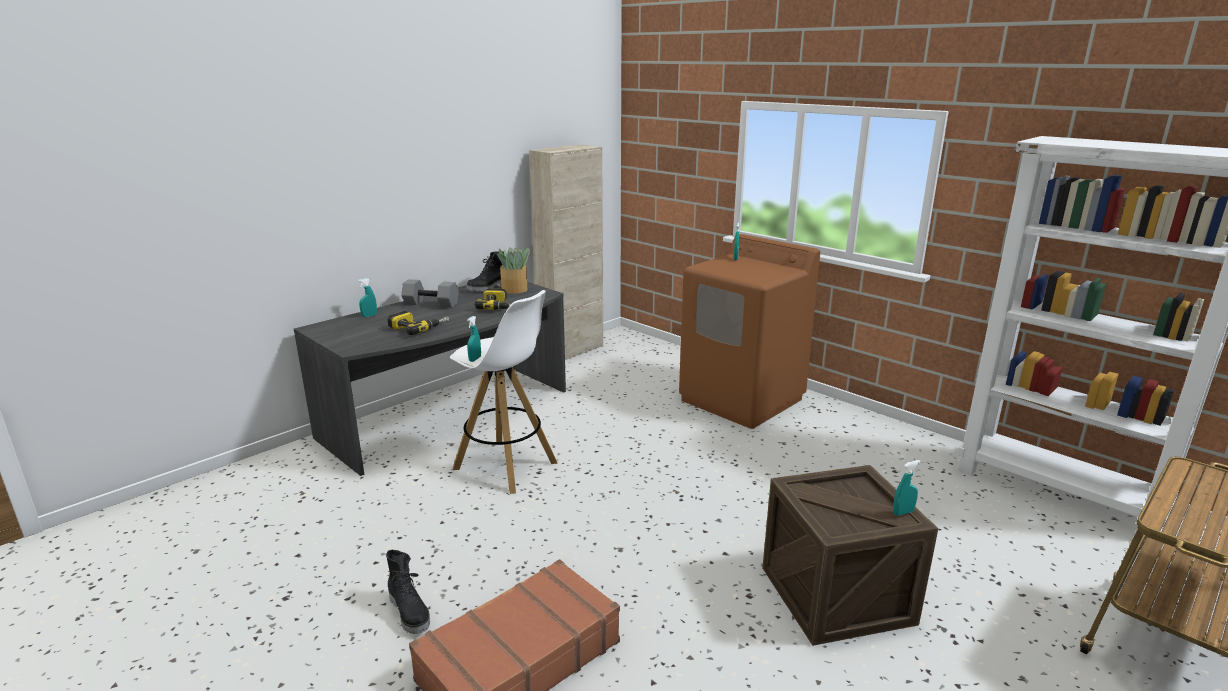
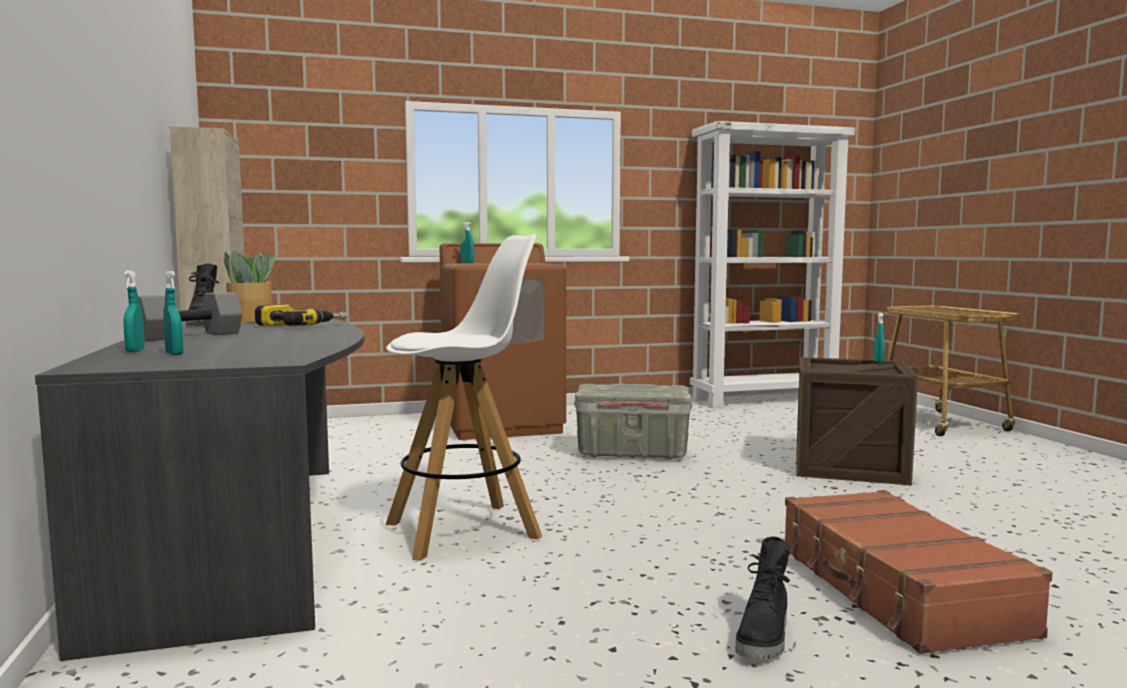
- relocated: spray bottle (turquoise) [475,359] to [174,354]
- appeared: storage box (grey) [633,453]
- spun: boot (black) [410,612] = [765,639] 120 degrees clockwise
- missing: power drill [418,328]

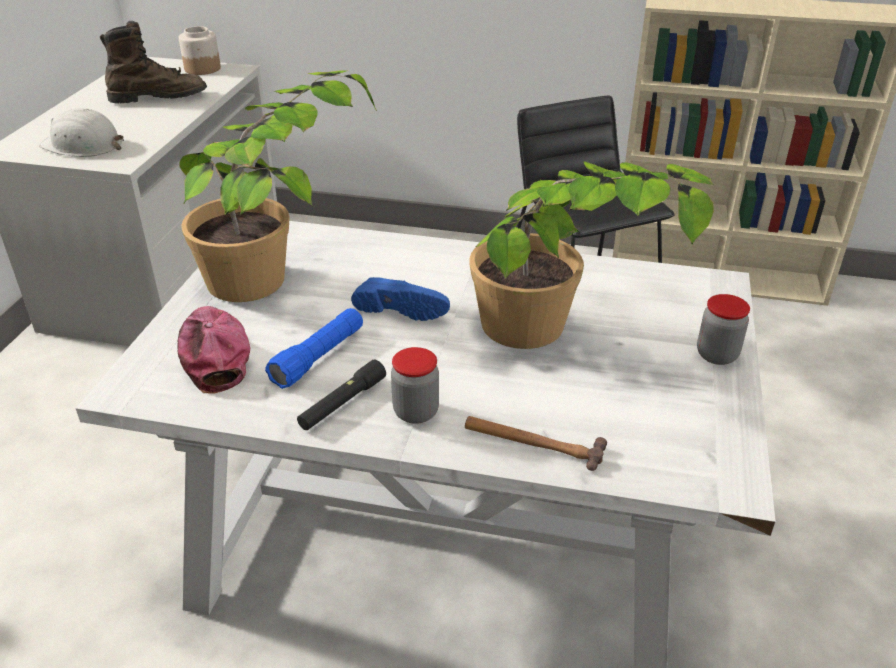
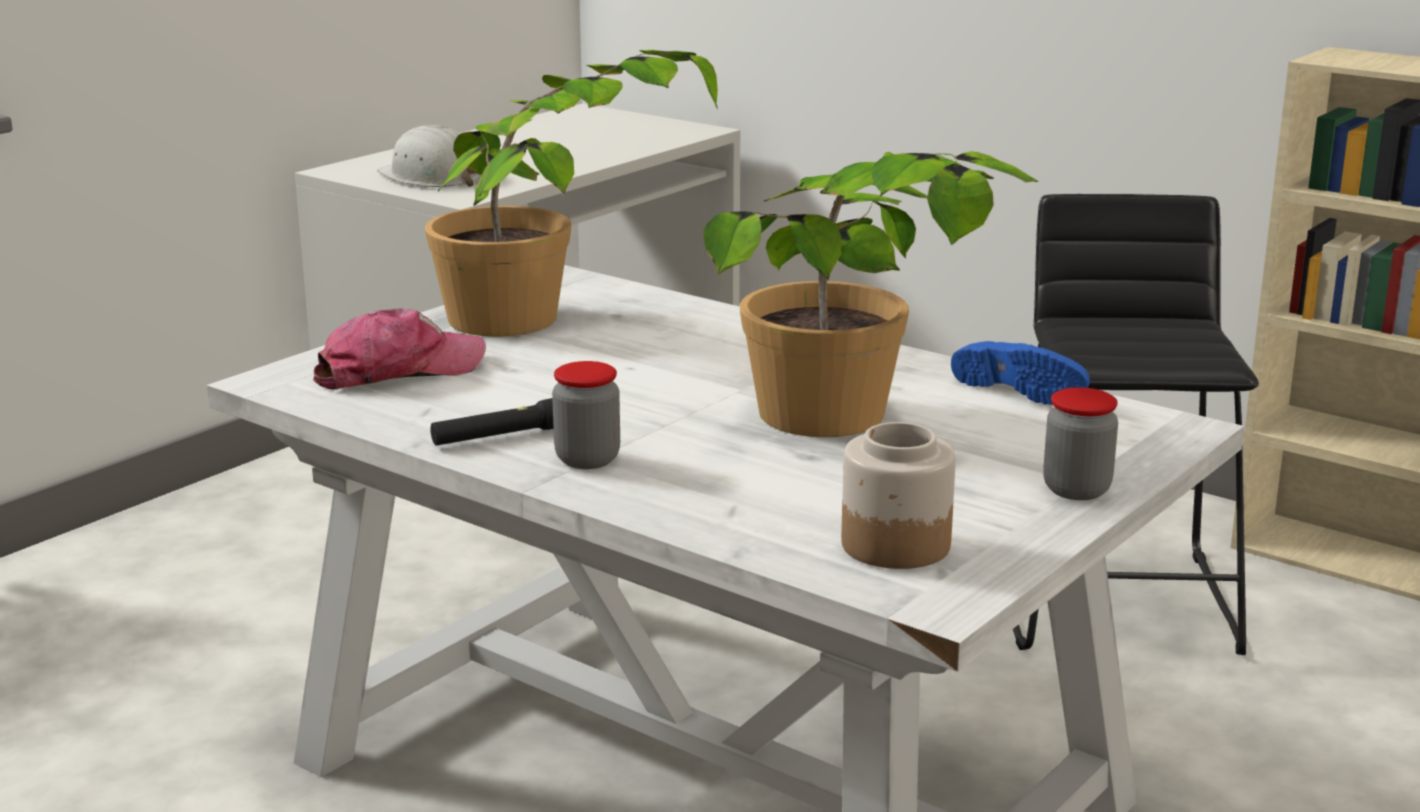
- spun: cap [213,354] = [398,371] 60 degrees clockwise
- relocated: jar [202,69] to [894,545]
- relocated: shoe (blue) [402,309] to [1023,391]
- missing: boot (brown) [158,97]
- missing: flashlight (blue) [318,358]
- missing: hammer [533,442]

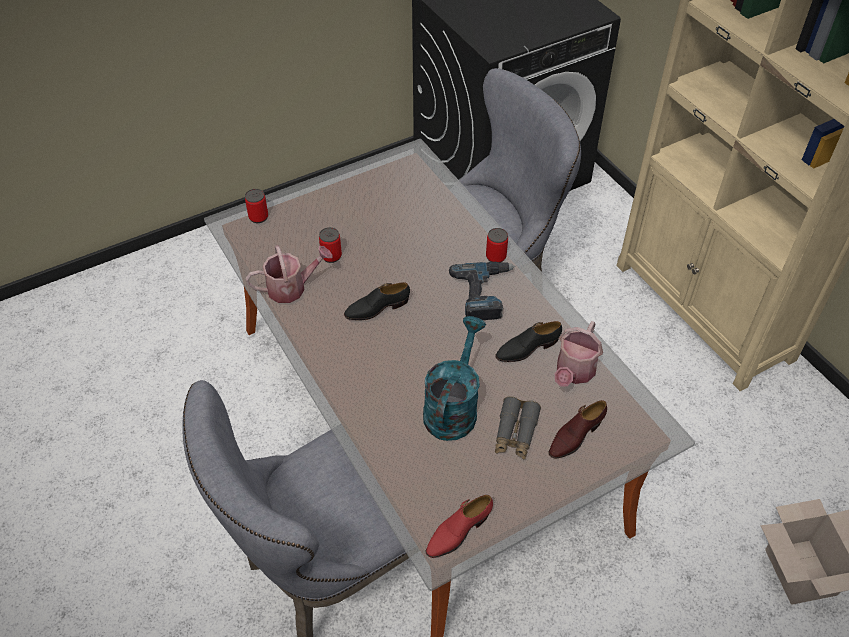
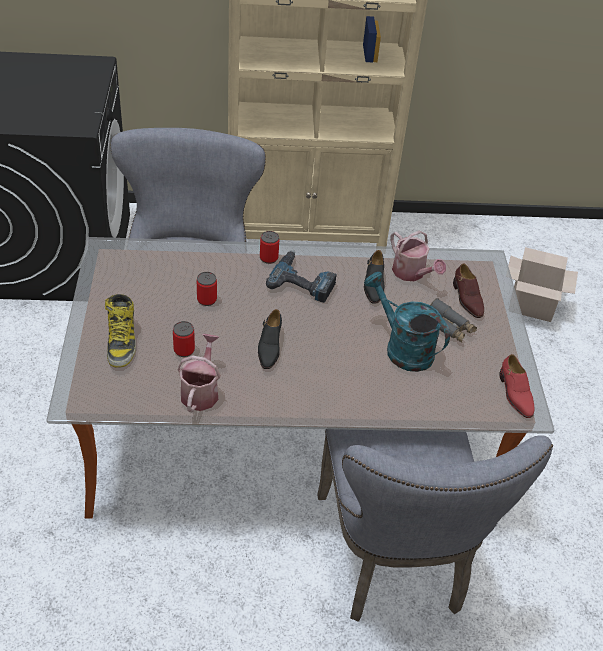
- appeared: boot [121,341]
- relocated: can [258,217] to [207,300]

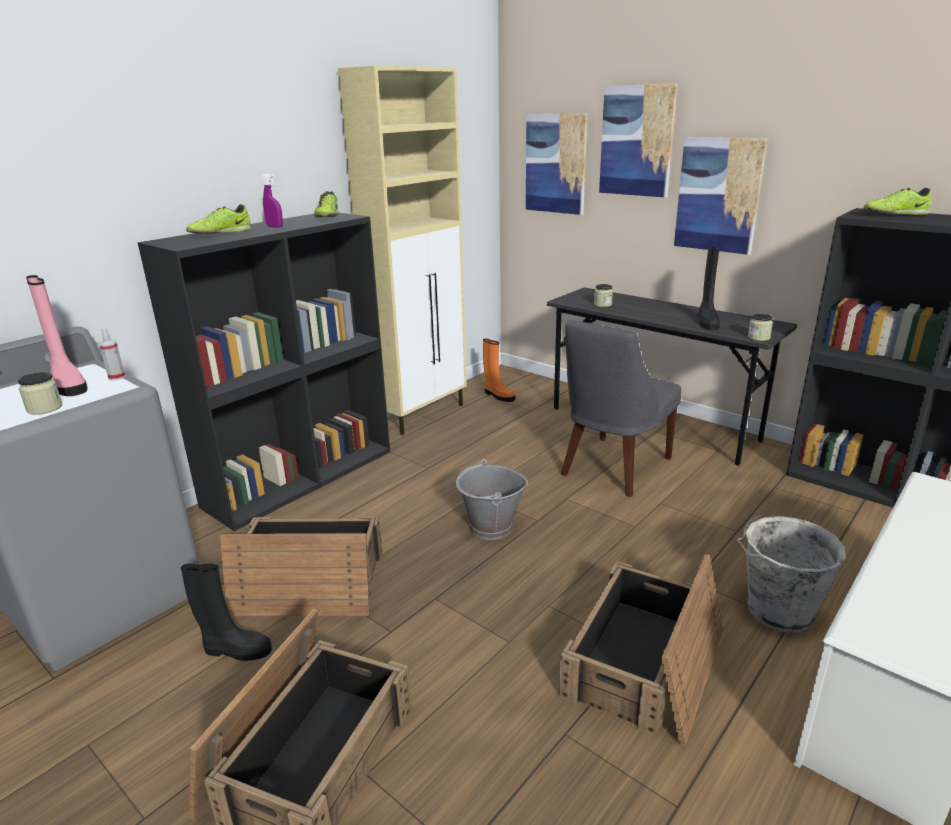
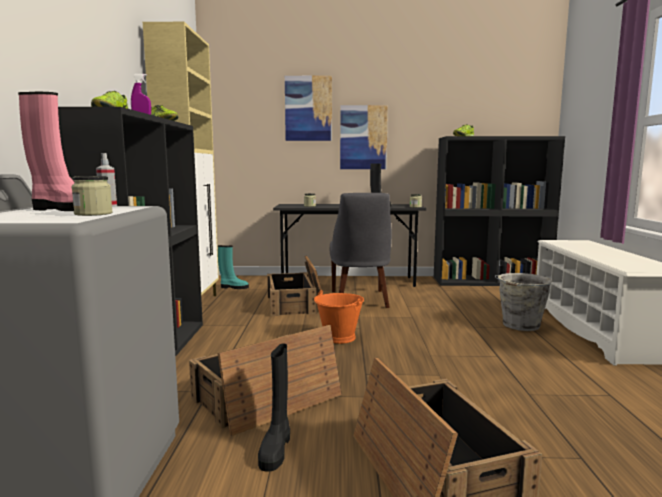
- colour: boot (orange) [498,396] to boot (turquoise) [233,287]
- spun: boot (black) [235,650] = [276,449] 135 degrees clockwise
- relocated: crate [646,665] to [297,303]
- colour: bucket (grey) [490,527] to bucket (orange) [339,337]
- missing: picture [555,163]

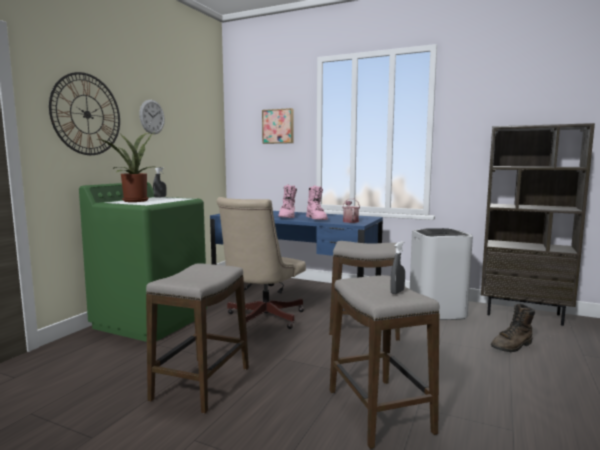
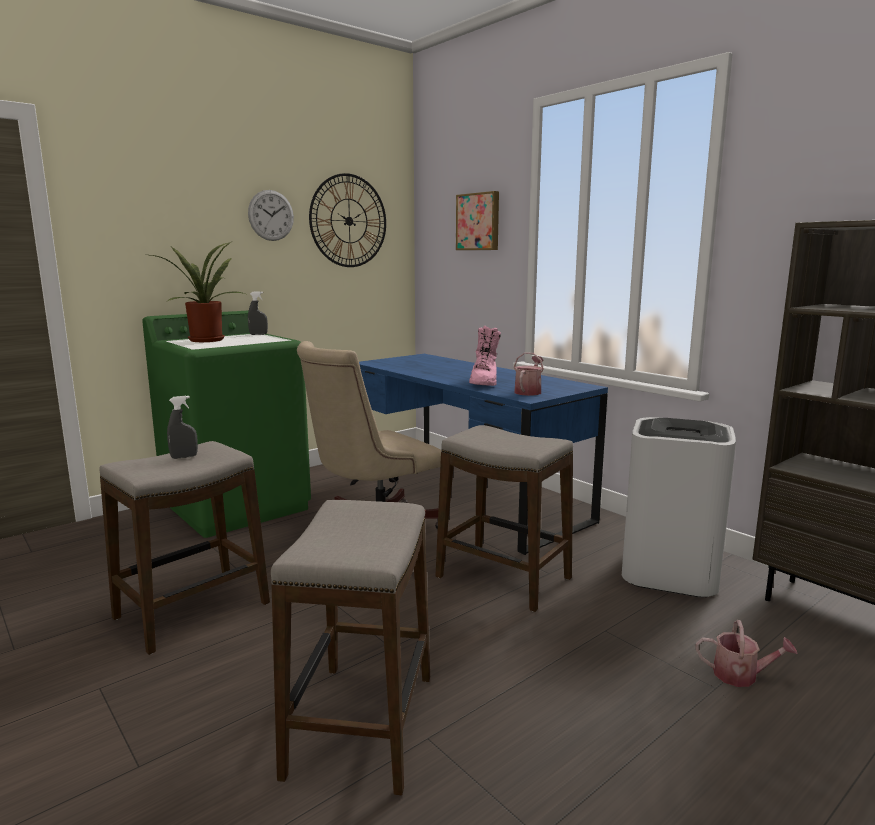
- relocated: spray bottle (grey) [397,292] to [184,457]
- relocated: wall clock [87,114] to [349,221]
- exchanged: boot (brown) [512,346] to watering can [741,675]
- missing: boot (pink) [287,217]

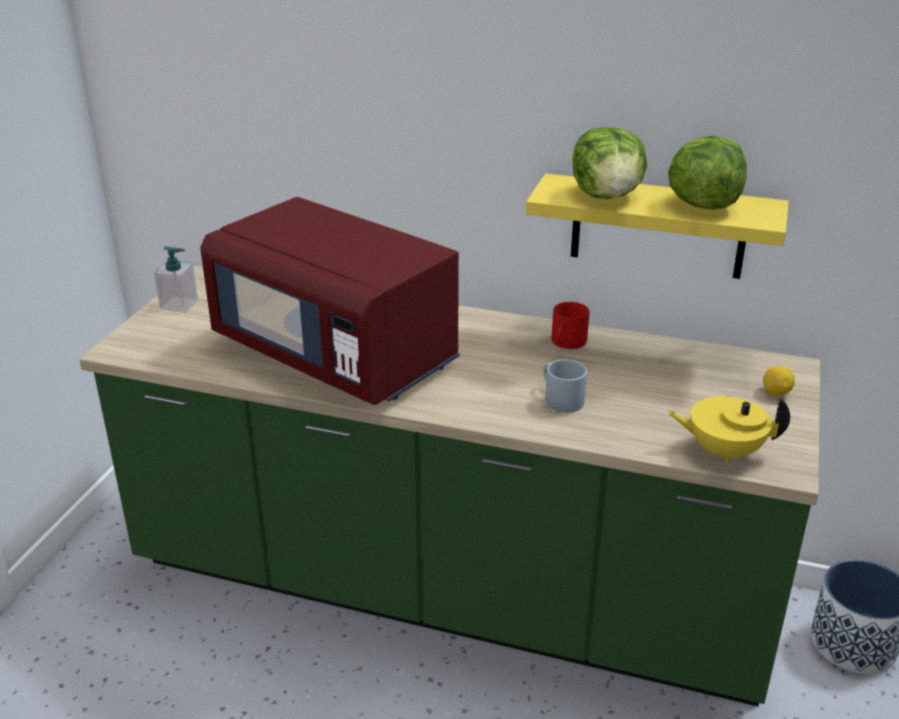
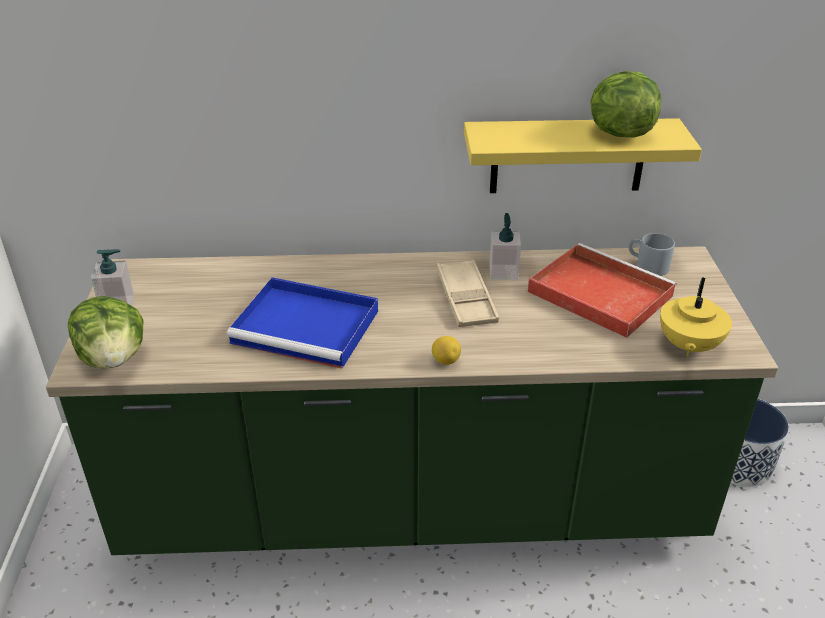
- relocated: lettuce [607,196] to [114,358]
- exchanged: microwave (red) [337,355] to tray (blue) [308,327]
- relocated: lemon [776,393] to [445,361]
- appeared: tray (beige) [466,299]
- exchanged: mug (red) [567,343] to soap dispenser [503,272]
- appeared: tray (red) [597,293]
- relocated: mug (grey) [559,398] to [647,266]
- spun: teapot (yellow) [723,451] = [688,346] 60 degrees counterclockwise

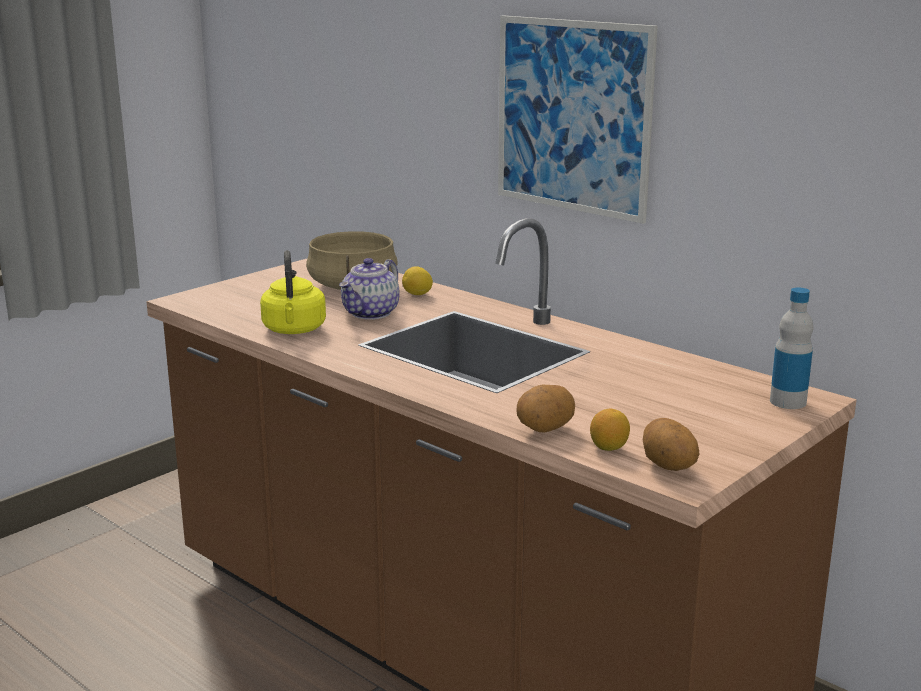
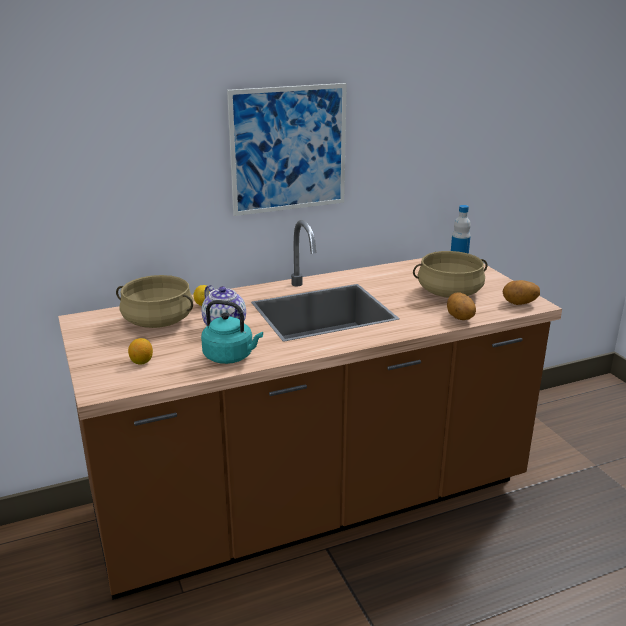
- relocated: lemon [608,448] to [141,362]
- colour: kettle (yellow) [294,330] to kettle (turquoise) [231,357]
- appeared: cooking pot (beige) [449,292]

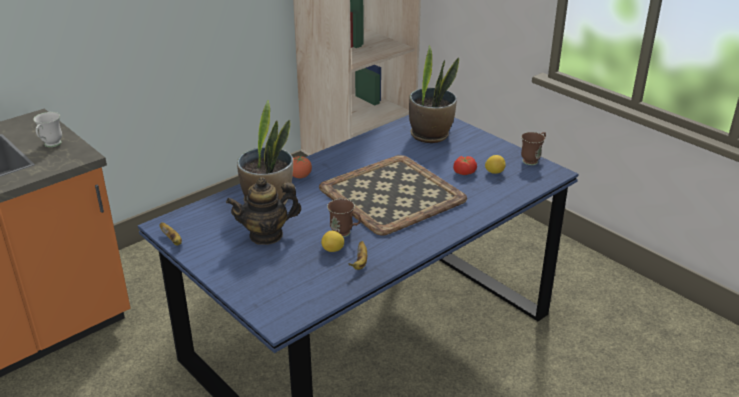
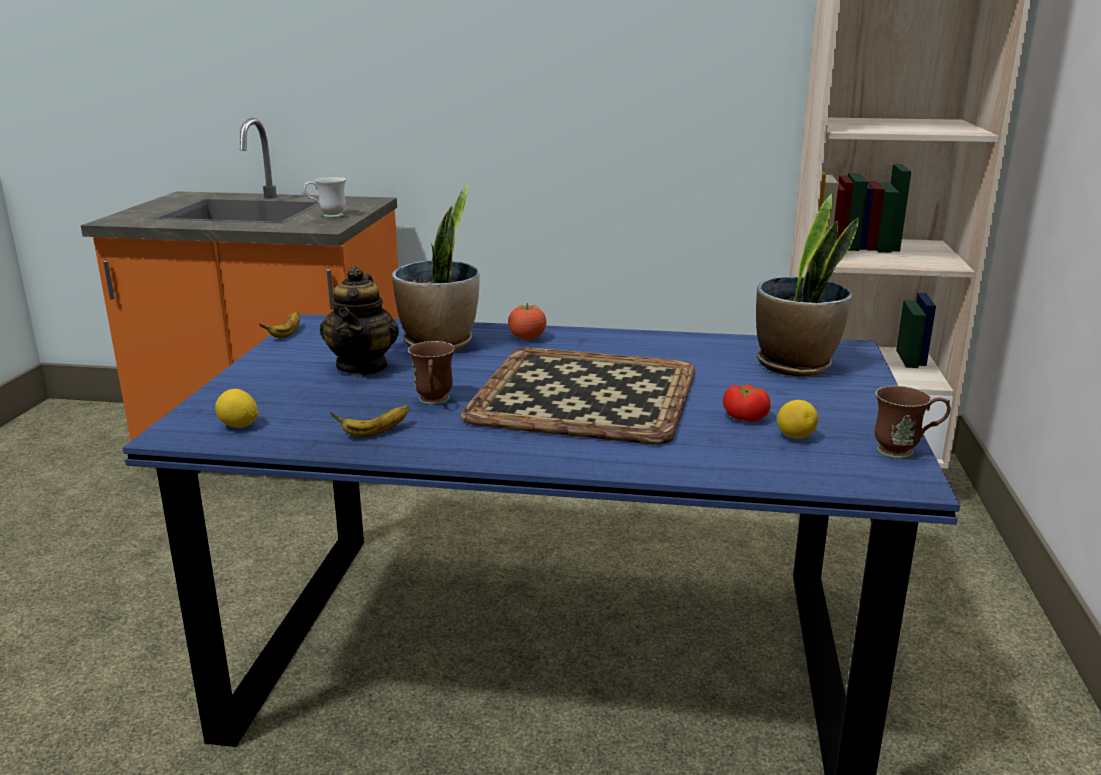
- relocated: lemon [333,250] to [238,426]
- spun: teapot [266,235] = [363,366] 120 degrees counterclockwise

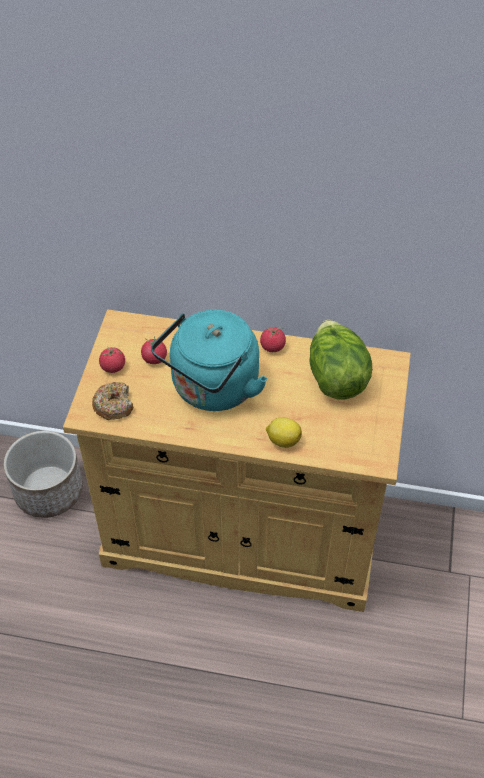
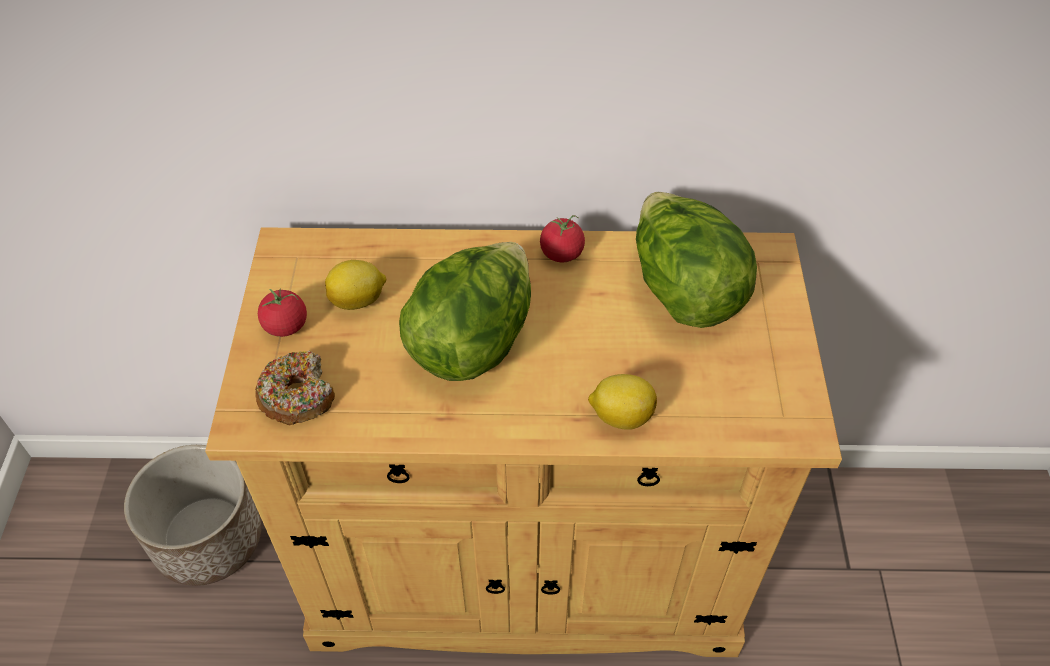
- exchanged: tomato [154,358] to lemon [359,300]
- exchanged: kettle (turquoise) [212,389] to lettuce [472,341]

